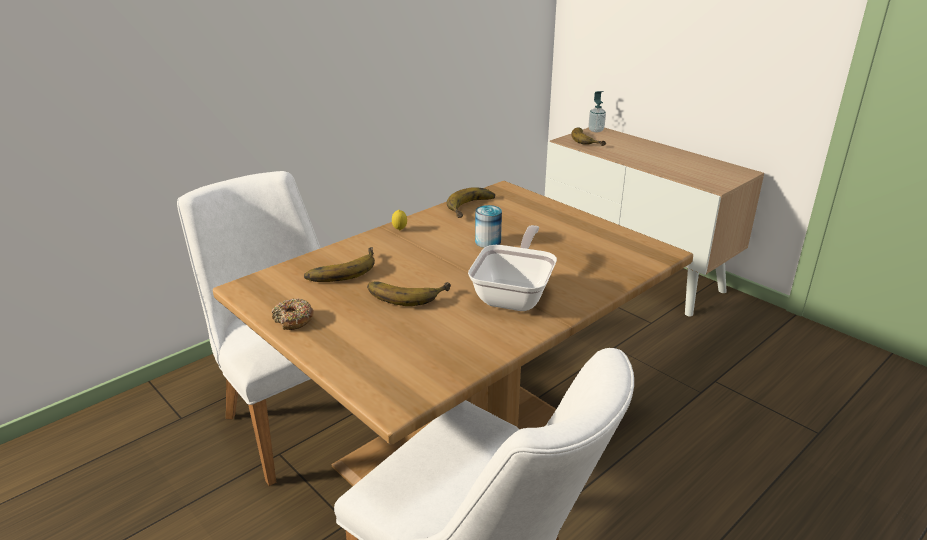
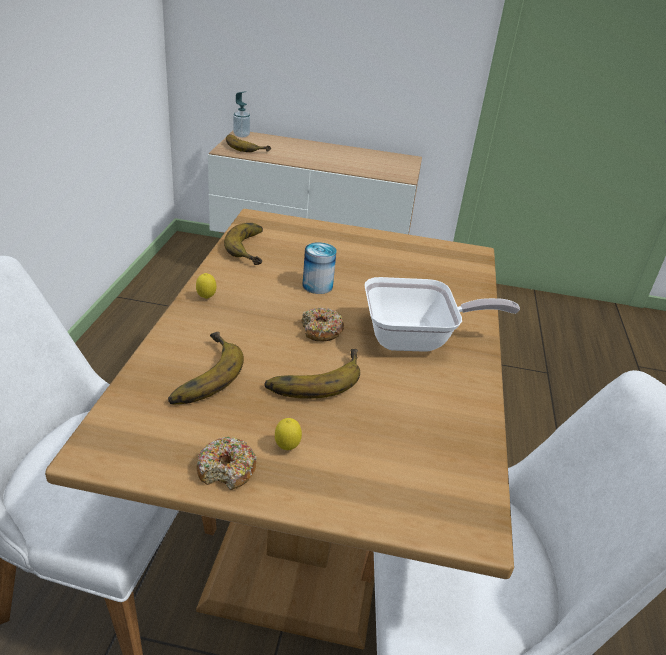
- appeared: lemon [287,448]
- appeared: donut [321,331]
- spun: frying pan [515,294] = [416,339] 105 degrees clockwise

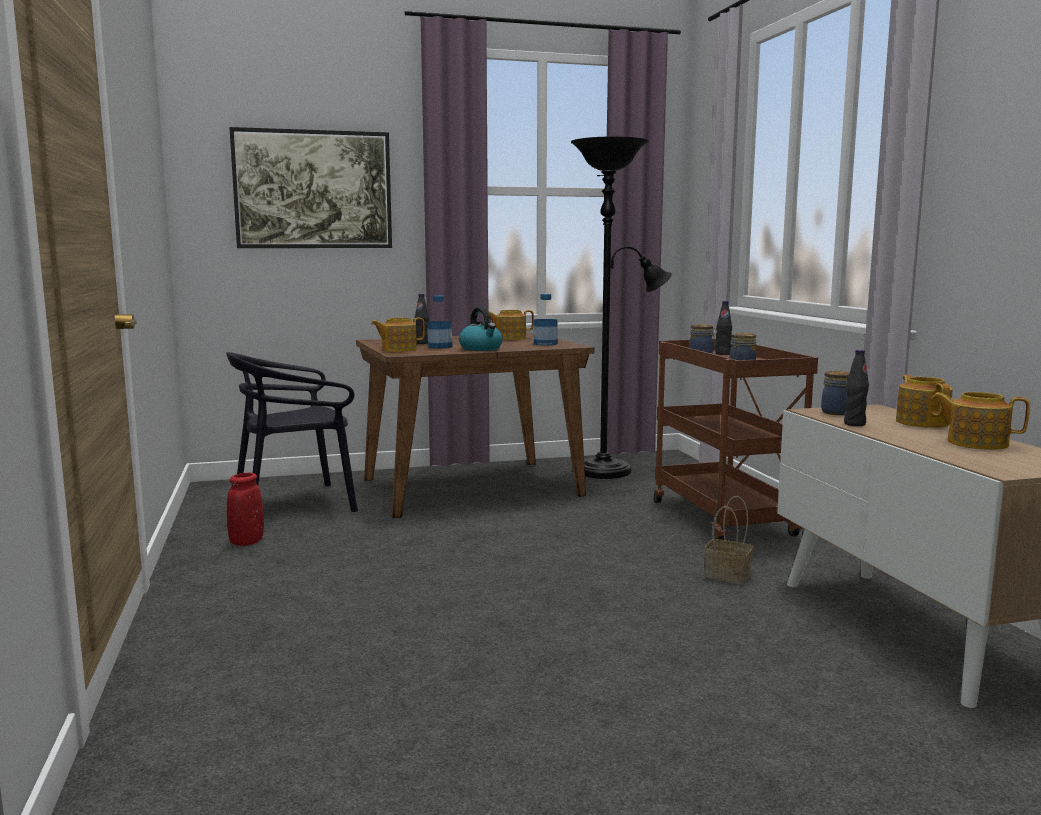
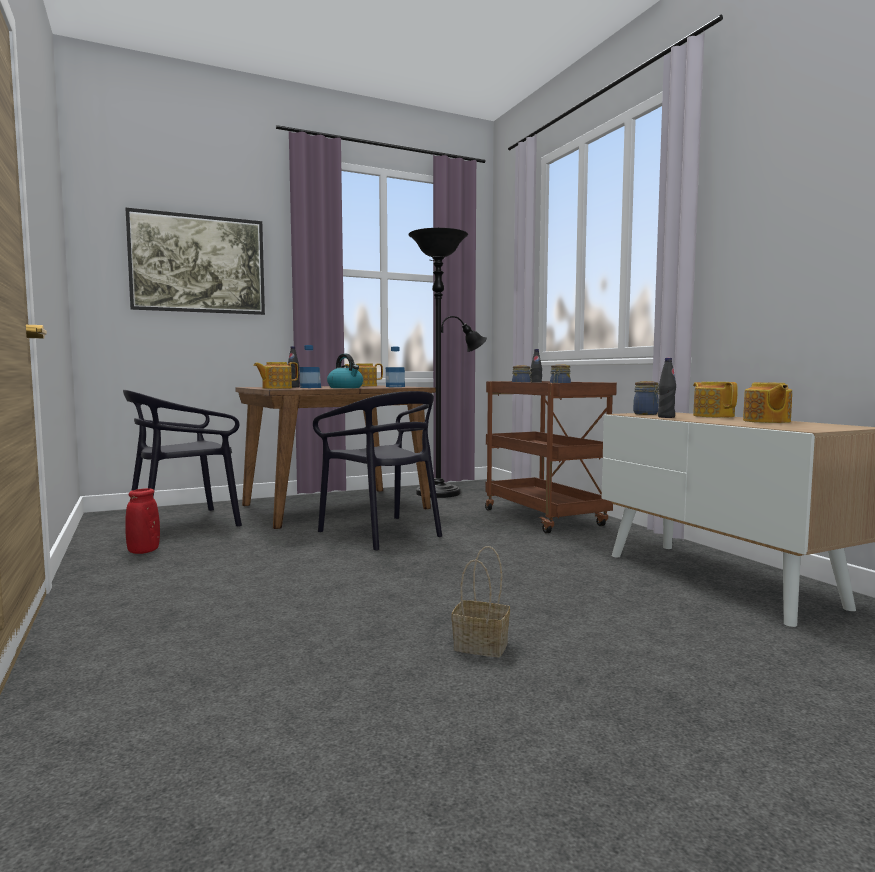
- appeared: chair (black) [381,533]
- relocated: basket [729,575] to [483,646]
- spun: teapot [976,443] = [766,421] 105 degrees counterclockwise

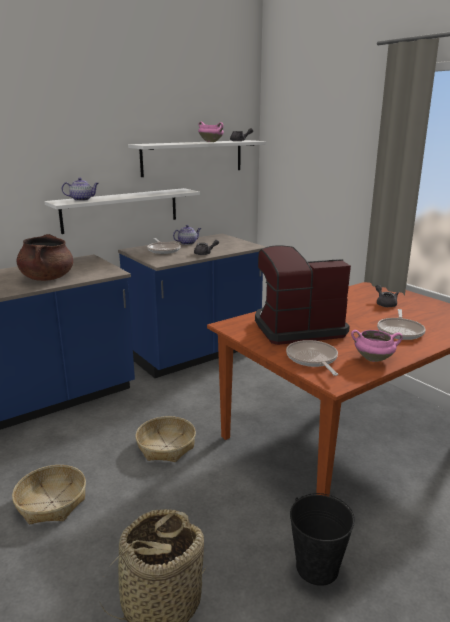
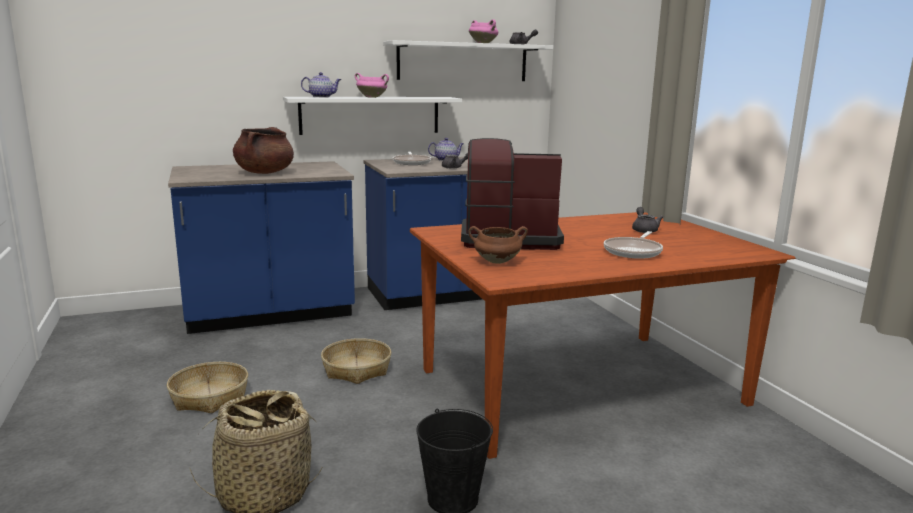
- relocated: cooking pot (pink) [374,358] to [372,97]
- exchanged: frying pan [312,359] to cooking pot (brown) [496,262]

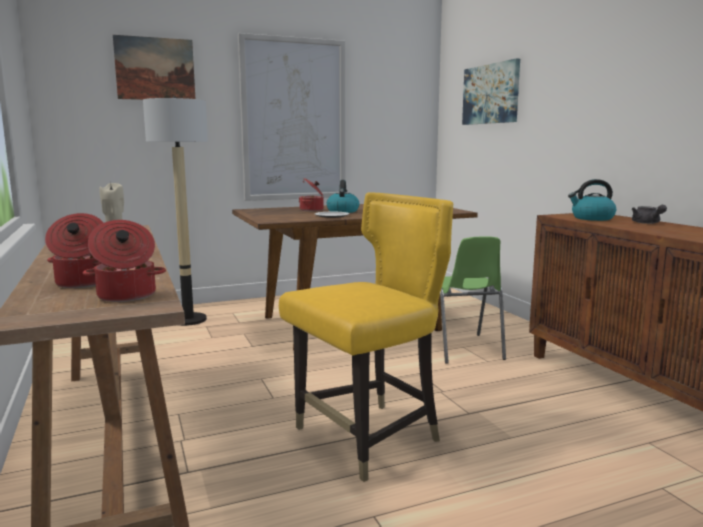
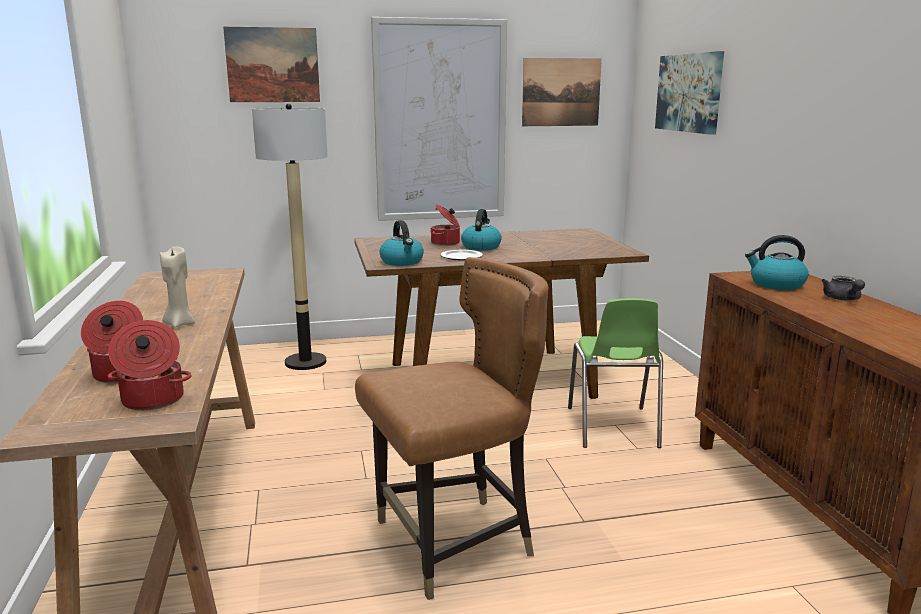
- colour: chair (yellow) [369,438] to chair (brown) [454,543]
- appeared: kettle [402,262]
- appeared: picture [561,92]

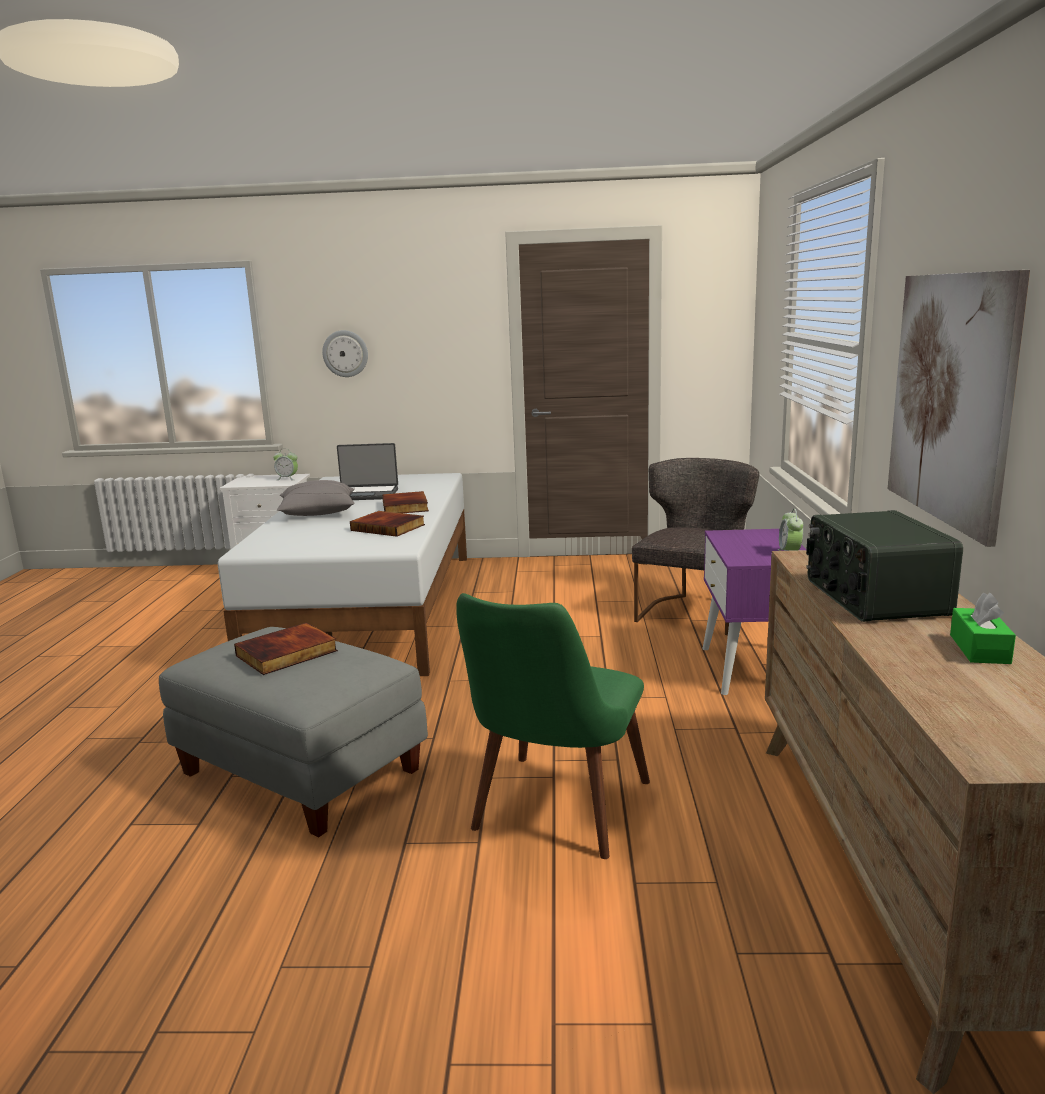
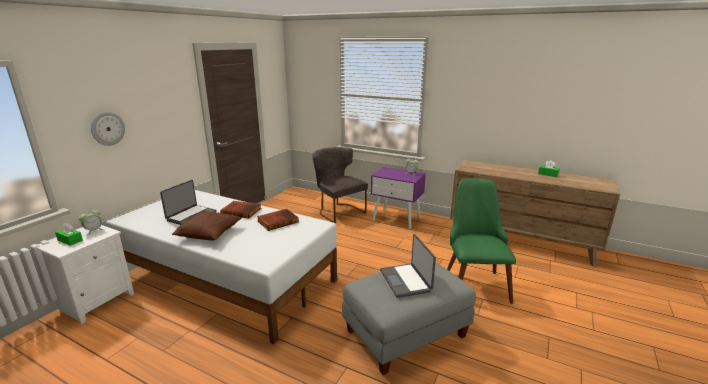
- appeared: tissue box (green) [70,240]
- colour: pillow (grey) [318,512] to pillow (brown) [209,234]
- exchanged: book [287,654] to laptop [406,281]
- spun: chair (green) [553,817] = [474,280] 135 degrees counterclockwise
- missing: radio [873,597]
- missing: picture [950,398]

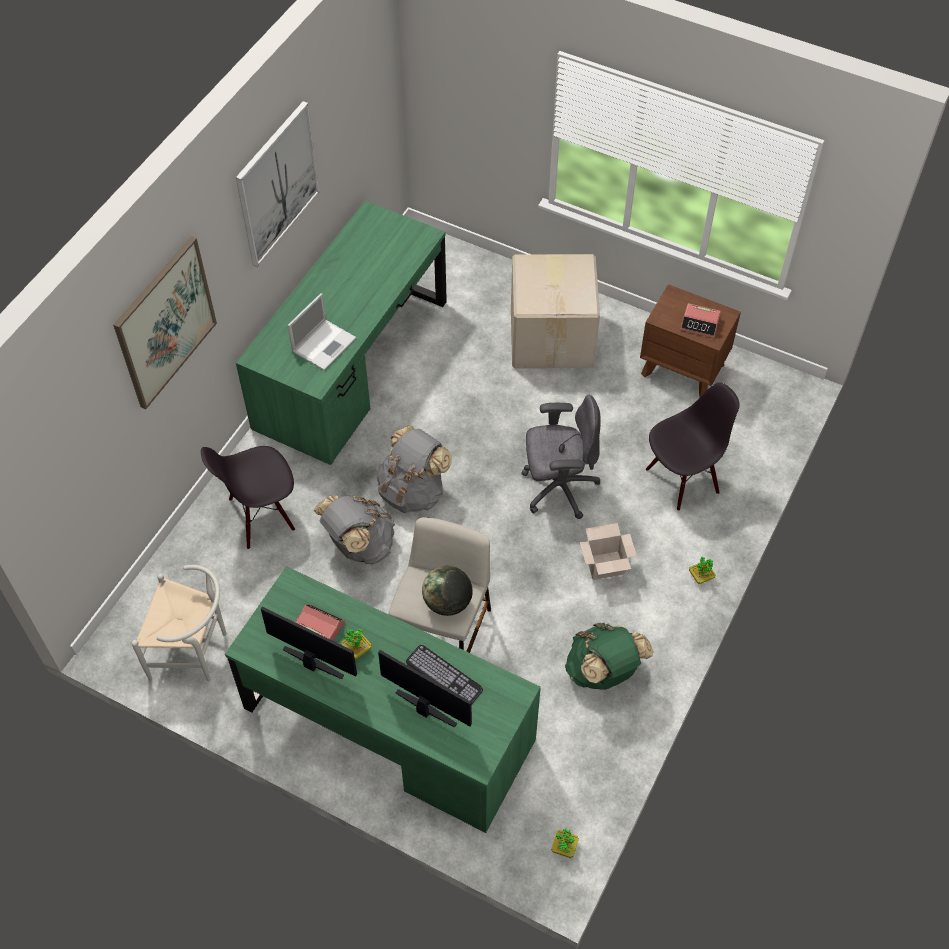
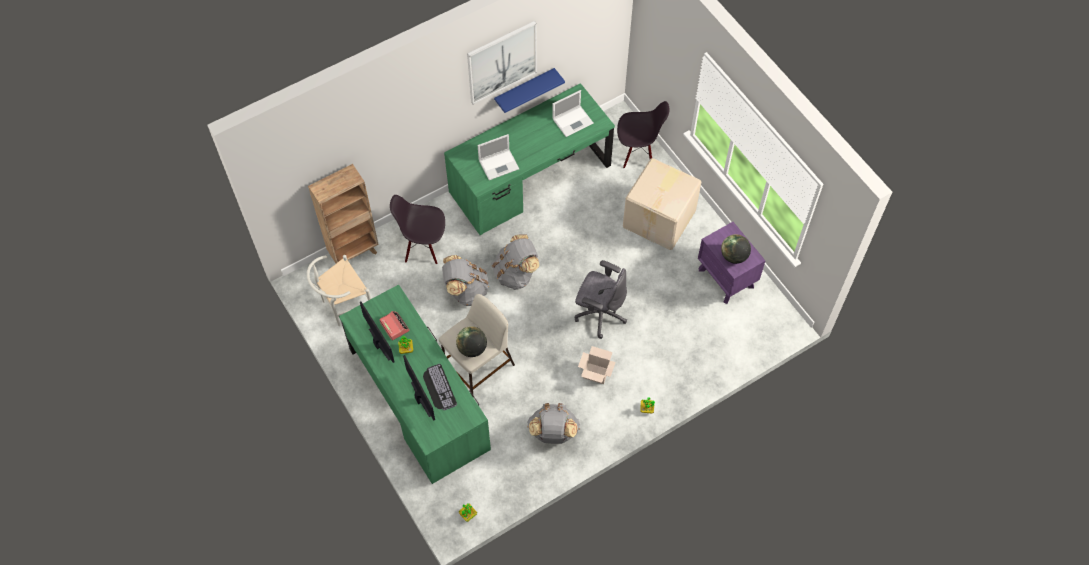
- spun: chair (white) [195,652] = [343,306] 105 degrees clockwise
- appeared: bookcase (brown) [354,253]
- appeared: shelf (blue) [524,89]
- colour: backpack (green) [603,672] to backpack (grey) [553,433]
- appeared: laptop [573,121]
- relocated: chair (black) [682,479] to [638,153]
- colour: nightstand (brown) [683,369] to nightstand (purple) [726,278]
- exchanged: alarm clock [700,324] to globe [734,256]
- missing: picture [165,322]

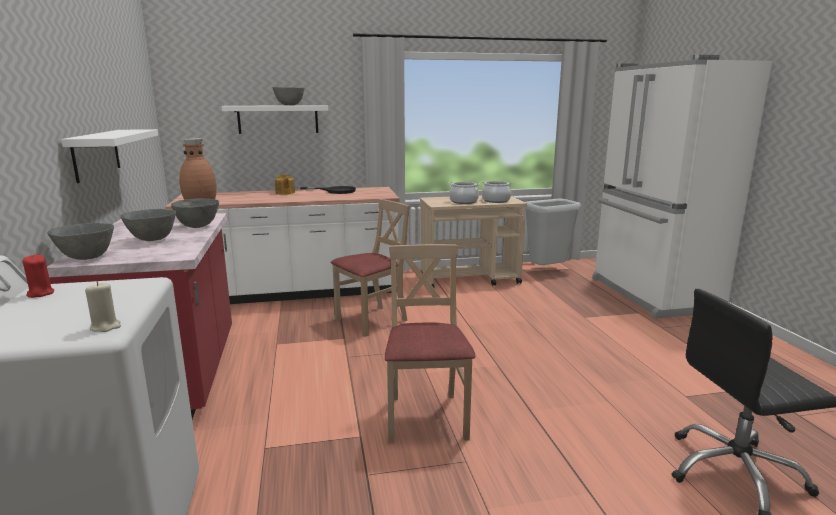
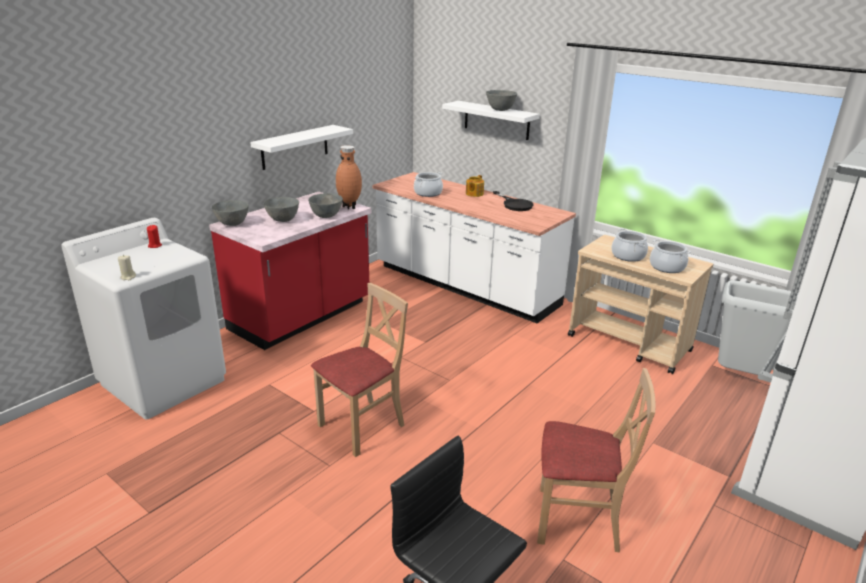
- appeared: cooking pot [428,193]
- relocated: chair (beige) [372,320] to [577,520]

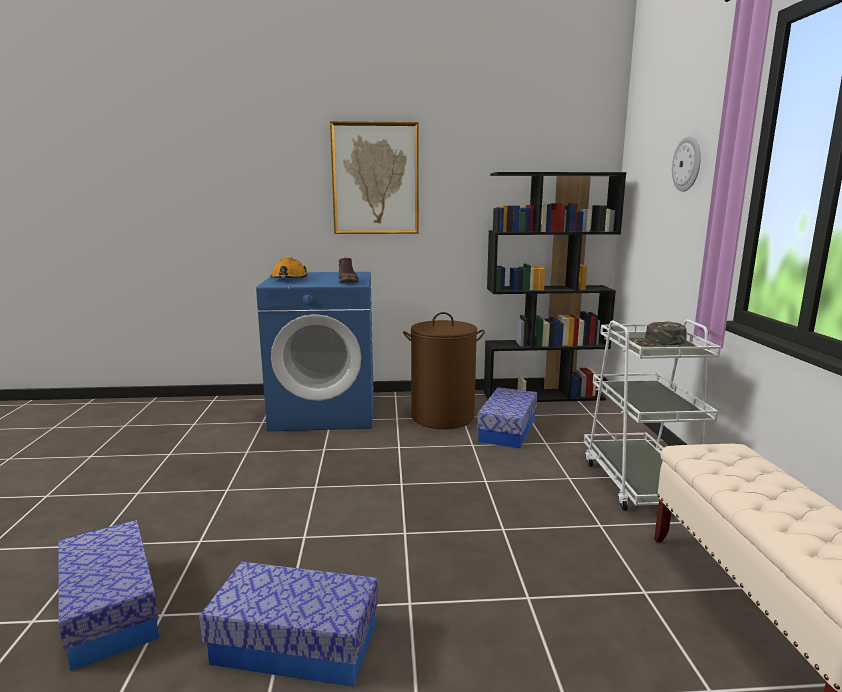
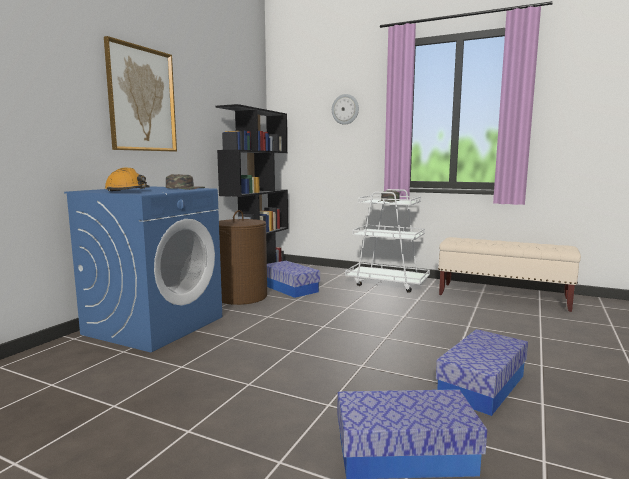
- exchanged: boot (brown) [348,281] to cap (green) [185,188]

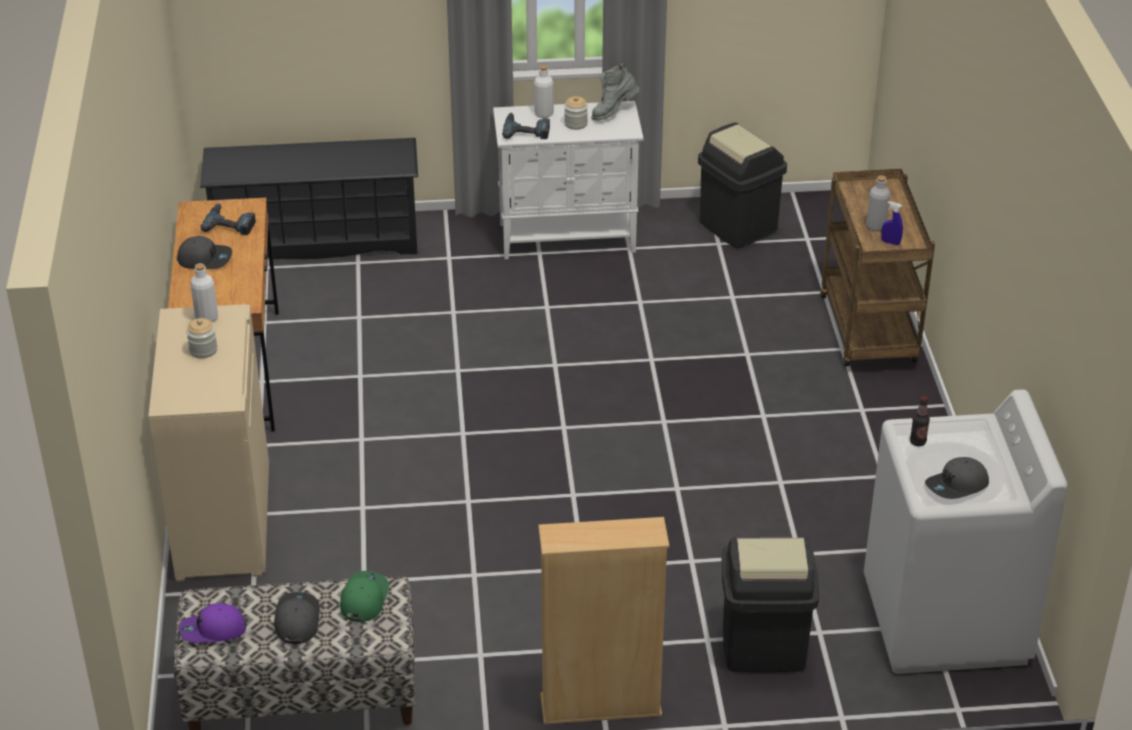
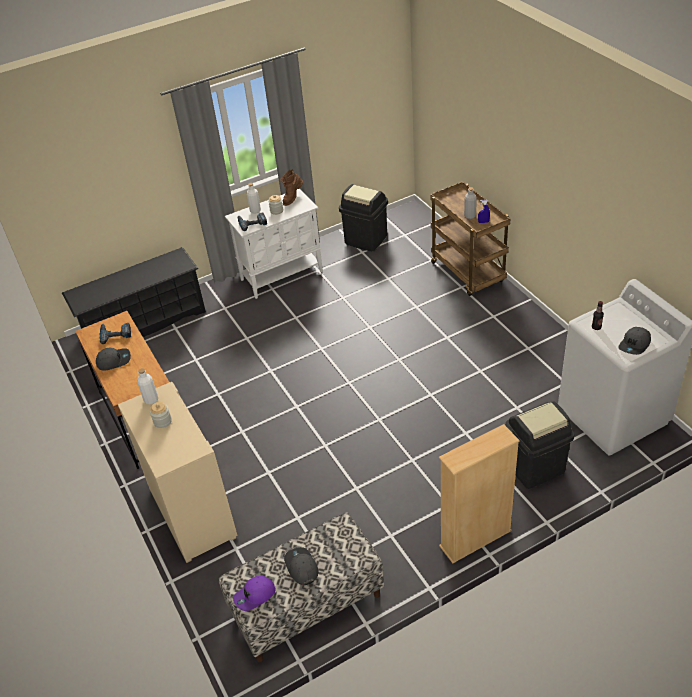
- colour: boot (grey) [613,112] to boot (brown) [292,198]
- missing: cap (green) [363,599]

